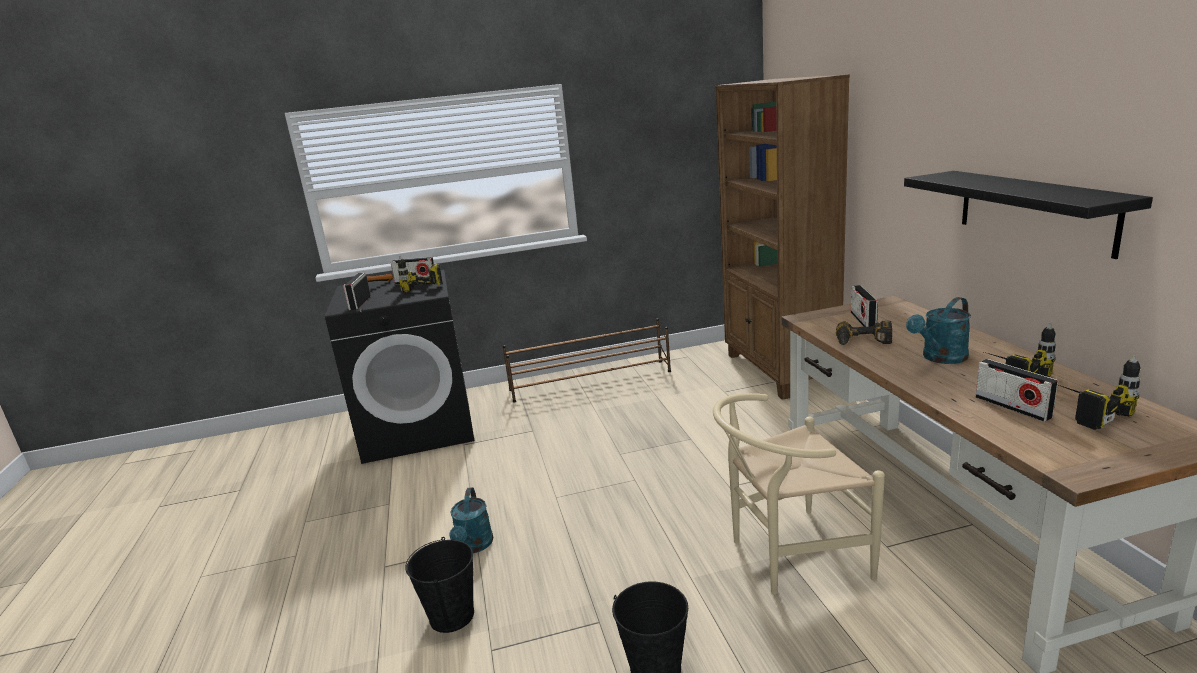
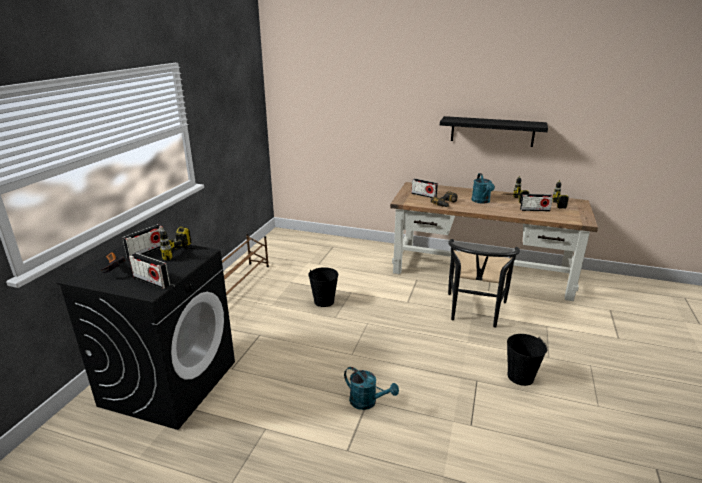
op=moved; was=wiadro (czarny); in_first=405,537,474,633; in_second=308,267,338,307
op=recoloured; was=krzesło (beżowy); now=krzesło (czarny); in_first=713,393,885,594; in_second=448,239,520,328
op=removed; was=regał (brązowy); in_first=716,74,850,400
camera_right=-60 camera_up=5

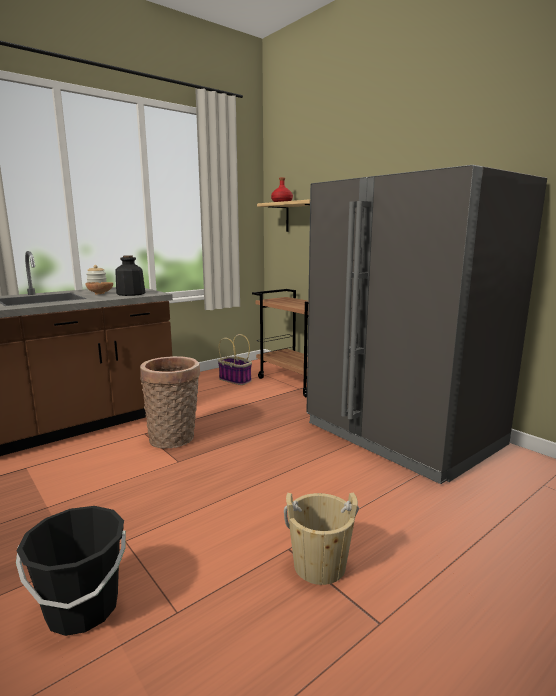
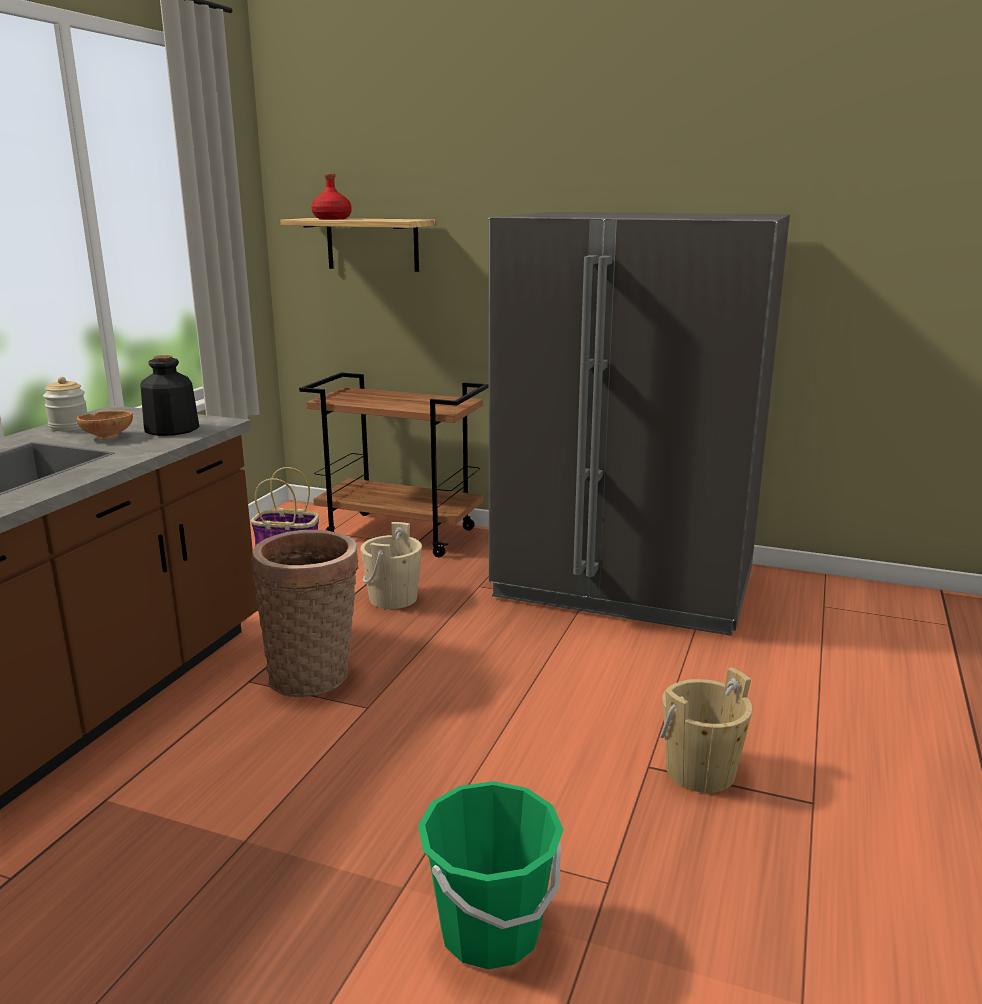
op=recoloured; was=wiadro (czarny); now=wiadro (zielony); in_first=16,506,126,636; in_second=418,781,564,969
op=added; now=wiadro (beżowy); in_second=360,522,422,609
camera_right=-30 camera_up=5

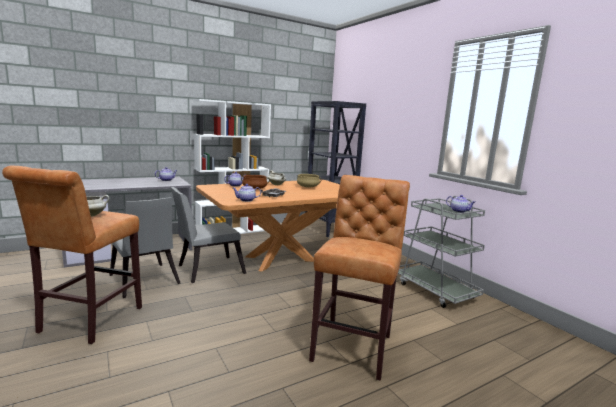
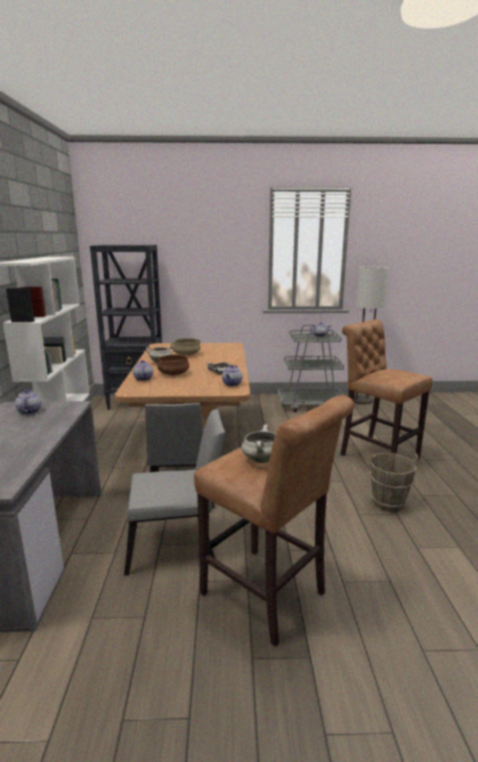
op=added; now=lampa stojąca; in_second=354,267,389,404
op=added; now=wiadro (brązowy); in_second=370,449,418,512
camera_right=-60 camera_up=5

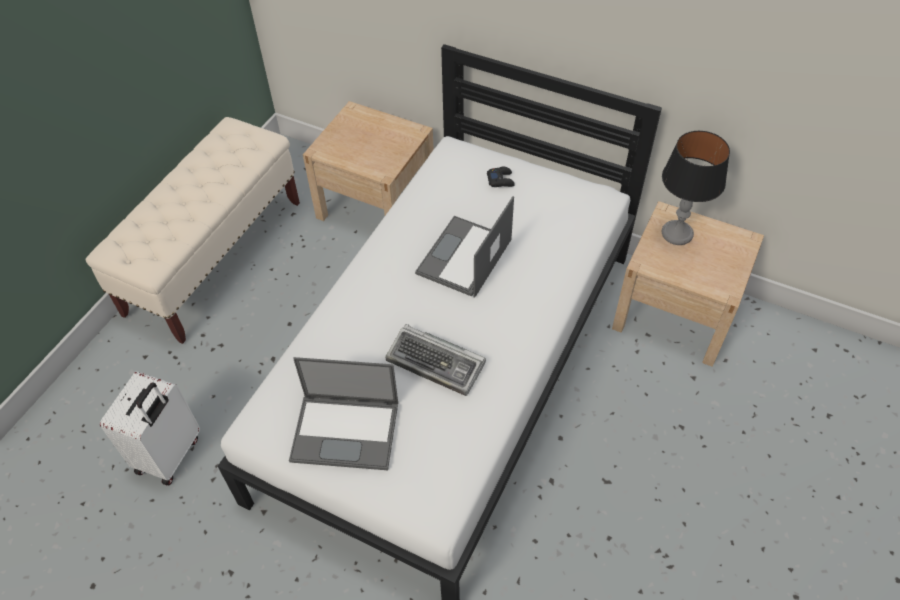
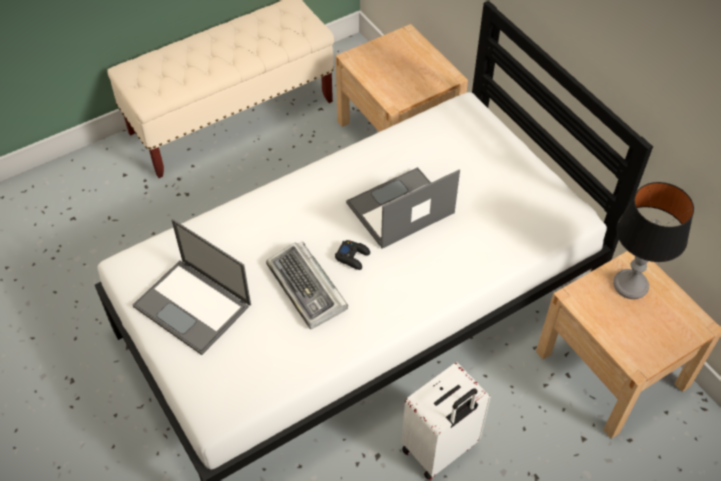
op=moved; was=walizka (biały); in_first=100,371,200,485; in_second=402,362,491,480
op=moved; was=pad do gier (czarny); in_first=487,167,515,187; in_second=335,240,370,270
camera_right=30 camera_up=0

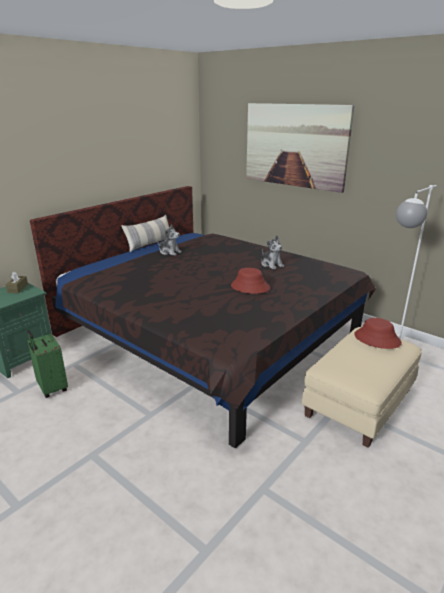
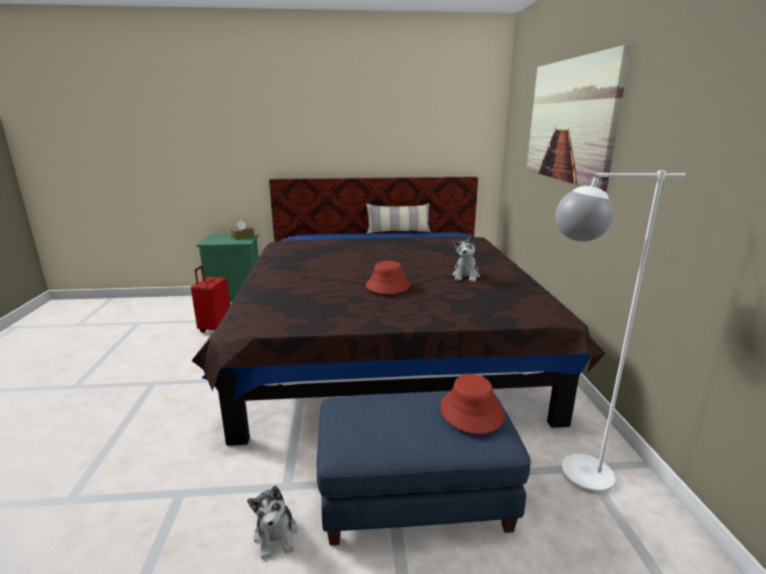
op=recoloured; was=walizka (zielony); now=walizka (czerwony); in_first=27,330,68,398; in_second=191,266,230,333
op=moved; was=pluszak; in_first=157,224,182,256; in_second=247,486,298,559
op=recoloured; was=pufa (beżowy); now=pufa (niebieski); in_first=302,327,422,448; in_second=317,391,531,546
camera_right=45 camera_up=-5

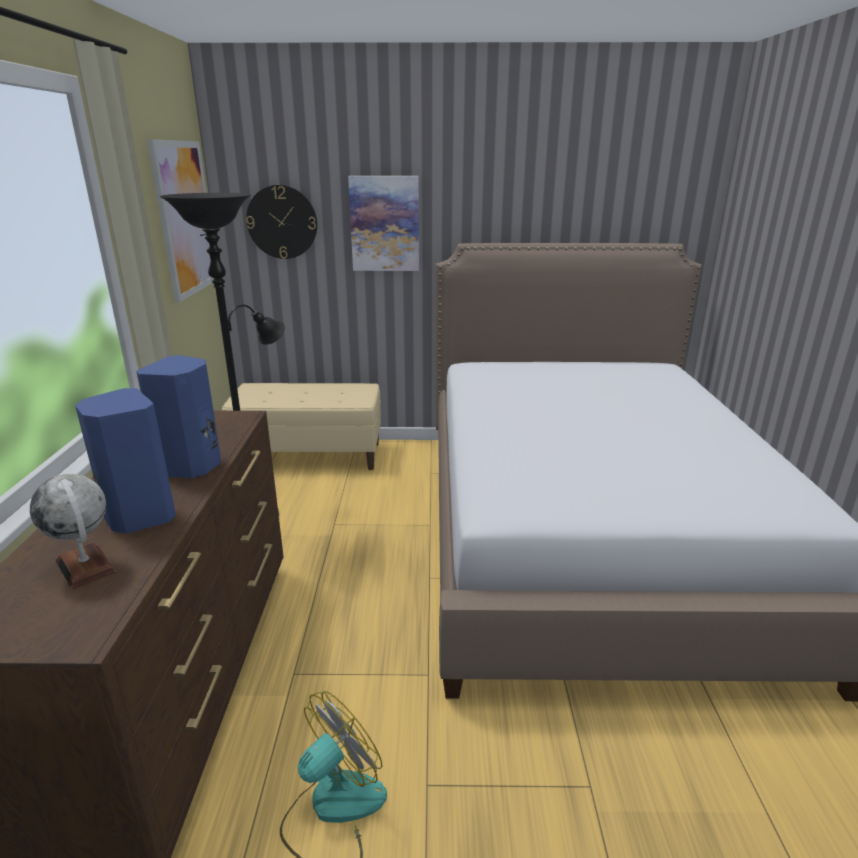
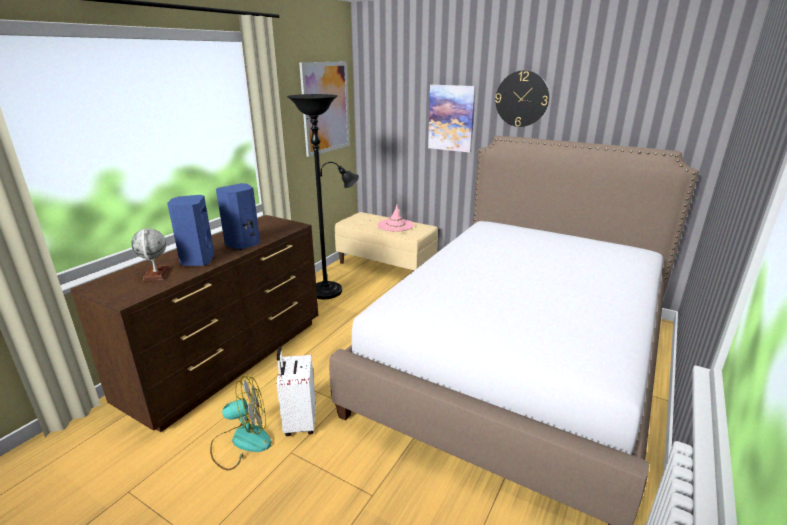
op=moved; was=zegar ścienny; in_first=246,185,317,259; in_second=495,70,549,127
op=added; now=walizka (biały); in_second=277,347,316,436
op=added; now=kapelusz (różowy); in_second=378,205,414,232
camera_right=30 camera_up=0

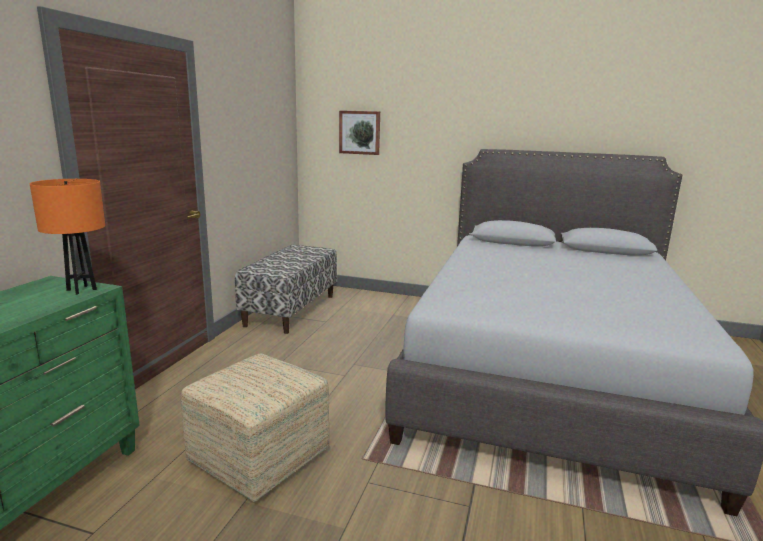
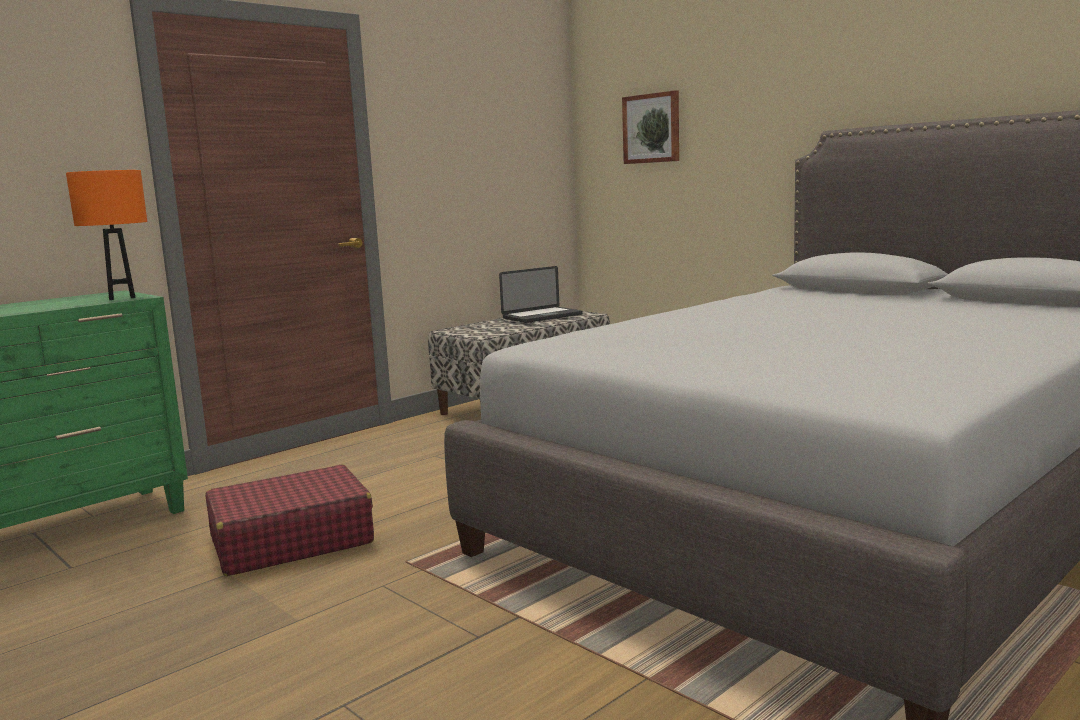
op=replaced; was=pufa; now=walizka (czerwony); in_first=181,354,329,502; in_second=205,464,374,576
op=added; now=laptop; in_second=499,266,583,323
camera_right=30 camera_up=-5

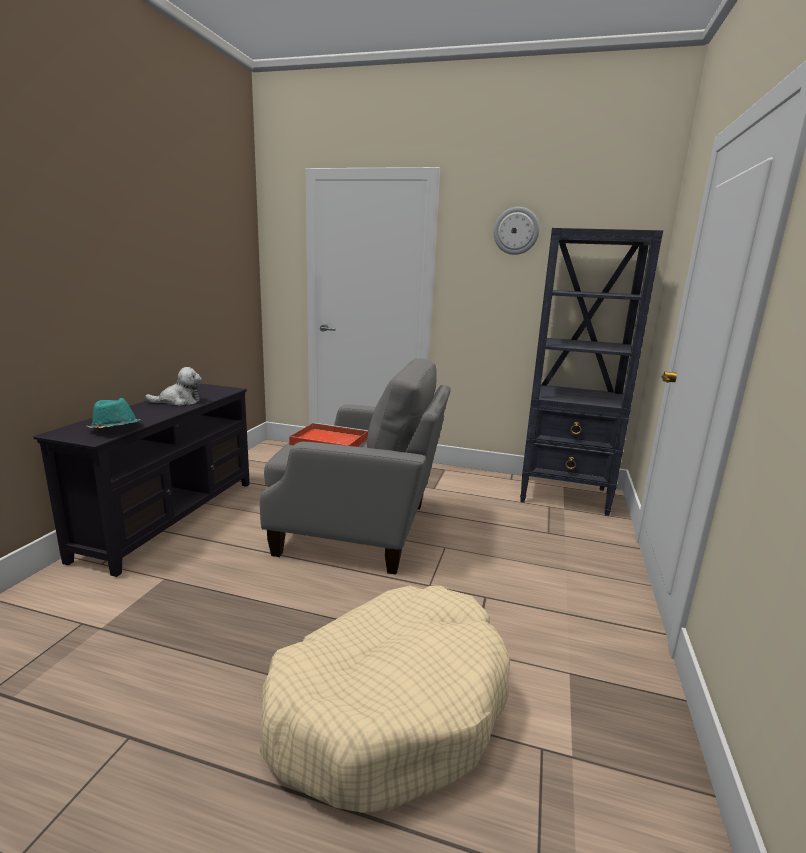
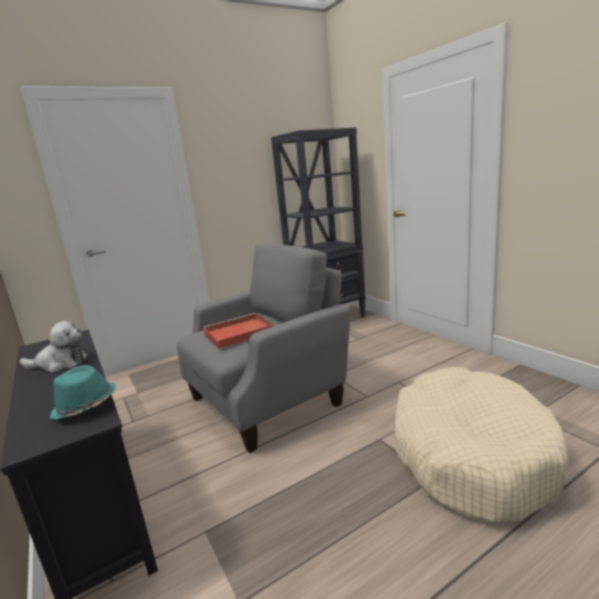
op=turned; was=pluszak; in_first=145,367,202,406; in_second=20,321,87,373; clockwise=60
op=removed; was=zegar ścienny; in_first=494,207,540,255
camera_right=-45 camera_up=0

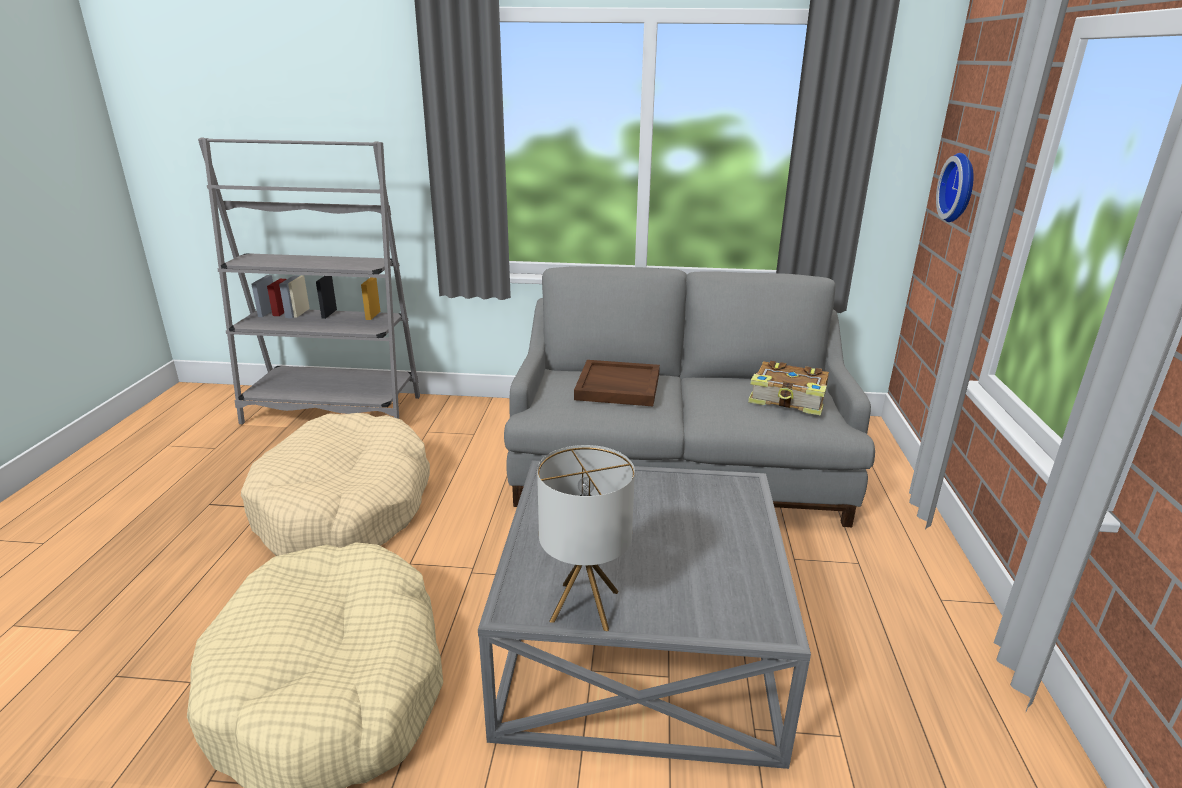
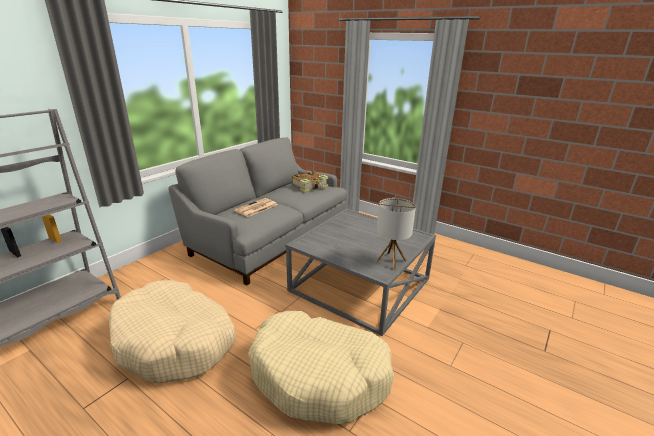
op=replaced; was=taca (brązowy); now=gazeta; in_first=574,360,660,406; in_second=234,198,277,217
op=removed; was=zegar ścienny; in_first=936,153,974,222
camera_right=-60 camera_up=0

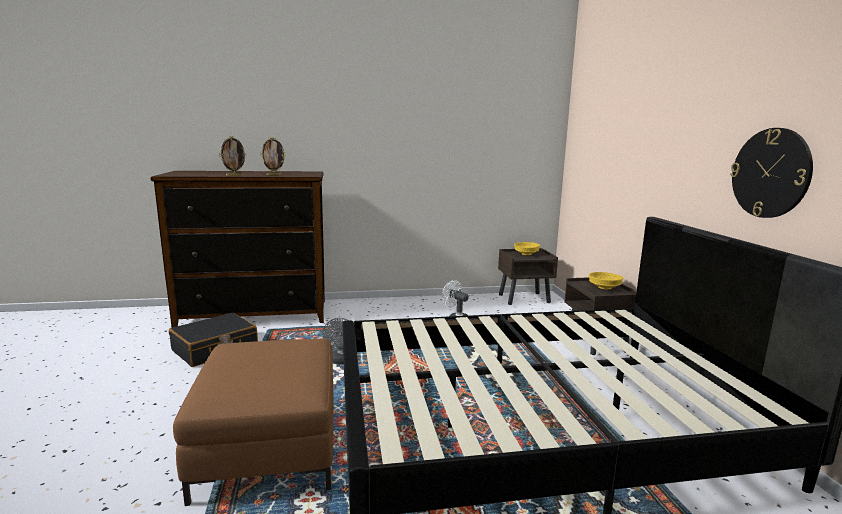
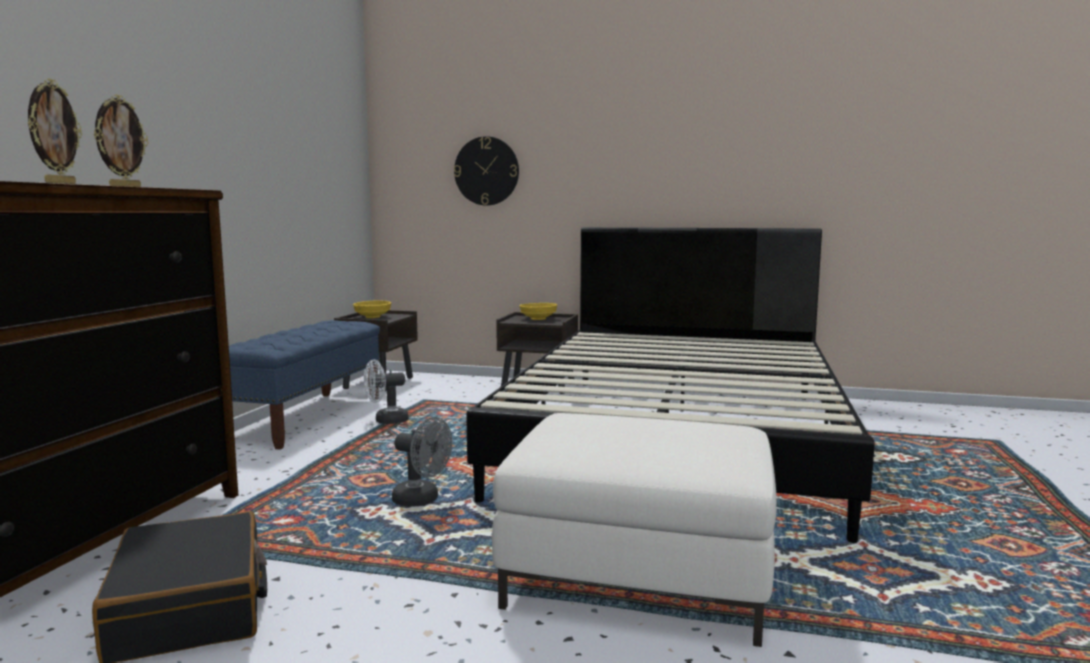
op=recoloured; was=pufa (brązowy); now=pufa (biały); in_first=173,339,334,506; in_second=492,413,777,647
op=moved; was=zegar ścienny; in_first=730,128,813,218; in_second=454,136,519,206
op=added; now=ławka (niebieski); in_second=229,320,380,450
camera_right=-65 camera_up=-5

